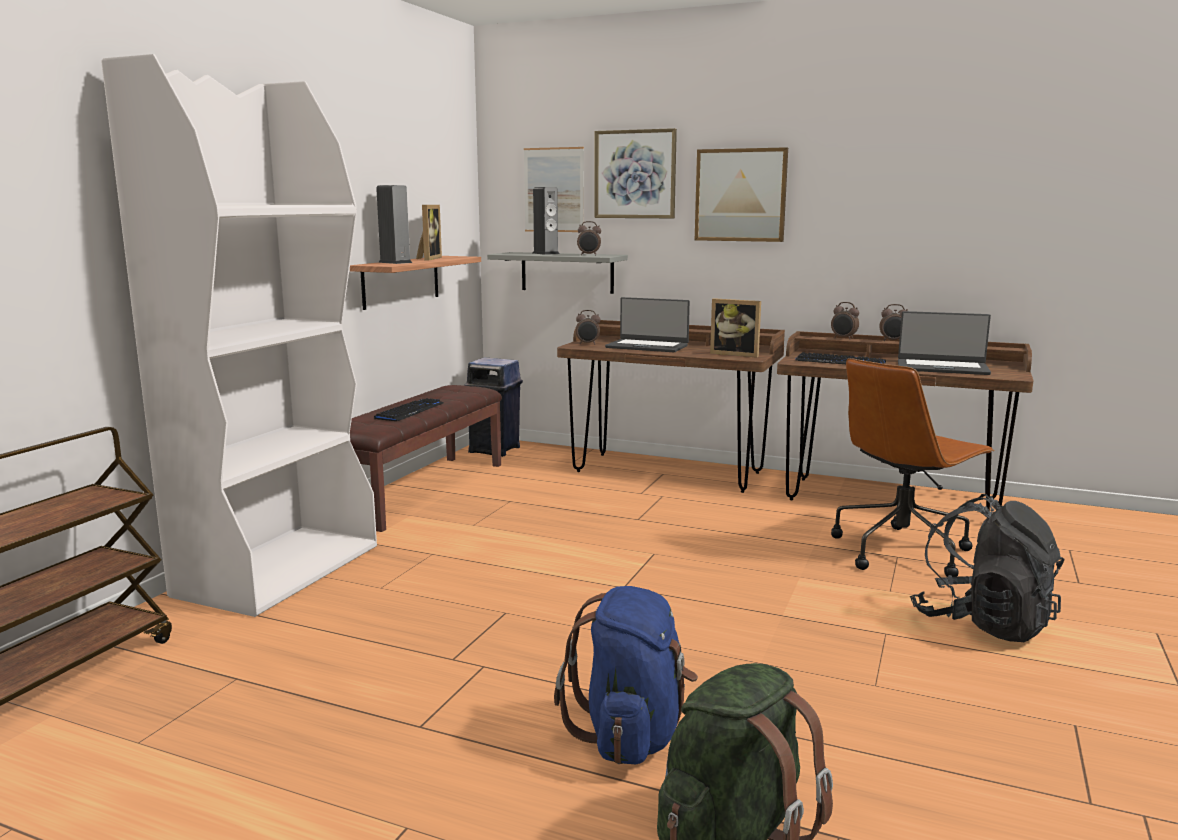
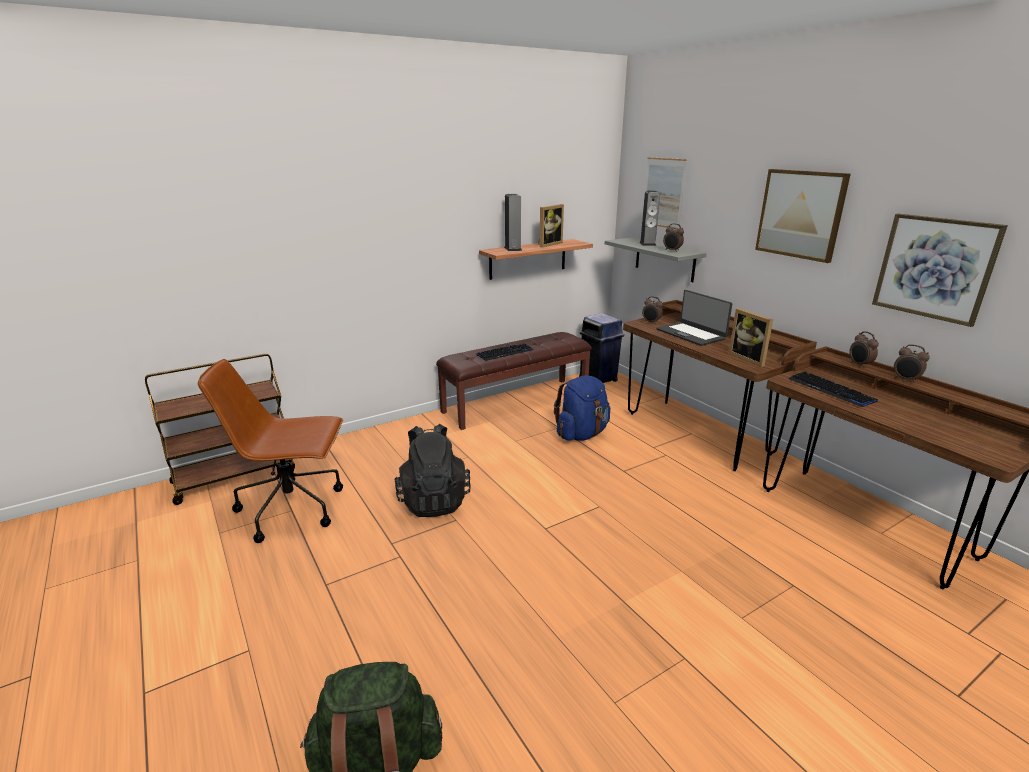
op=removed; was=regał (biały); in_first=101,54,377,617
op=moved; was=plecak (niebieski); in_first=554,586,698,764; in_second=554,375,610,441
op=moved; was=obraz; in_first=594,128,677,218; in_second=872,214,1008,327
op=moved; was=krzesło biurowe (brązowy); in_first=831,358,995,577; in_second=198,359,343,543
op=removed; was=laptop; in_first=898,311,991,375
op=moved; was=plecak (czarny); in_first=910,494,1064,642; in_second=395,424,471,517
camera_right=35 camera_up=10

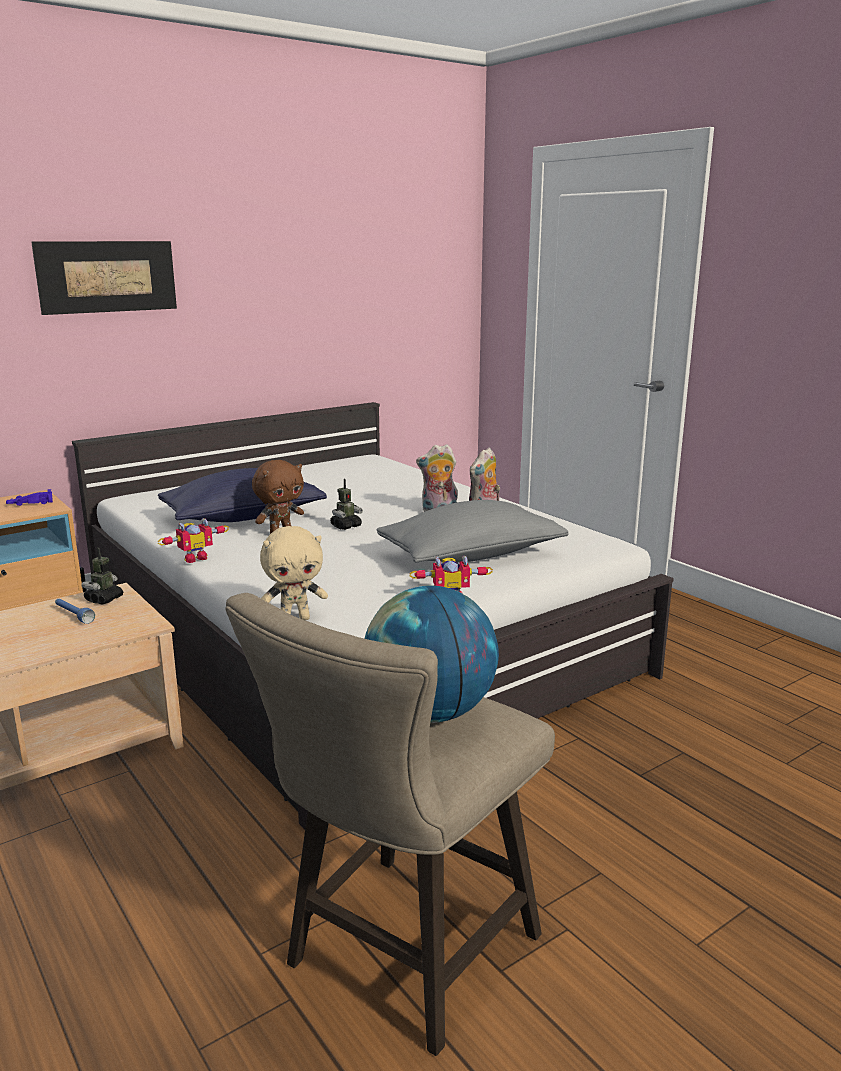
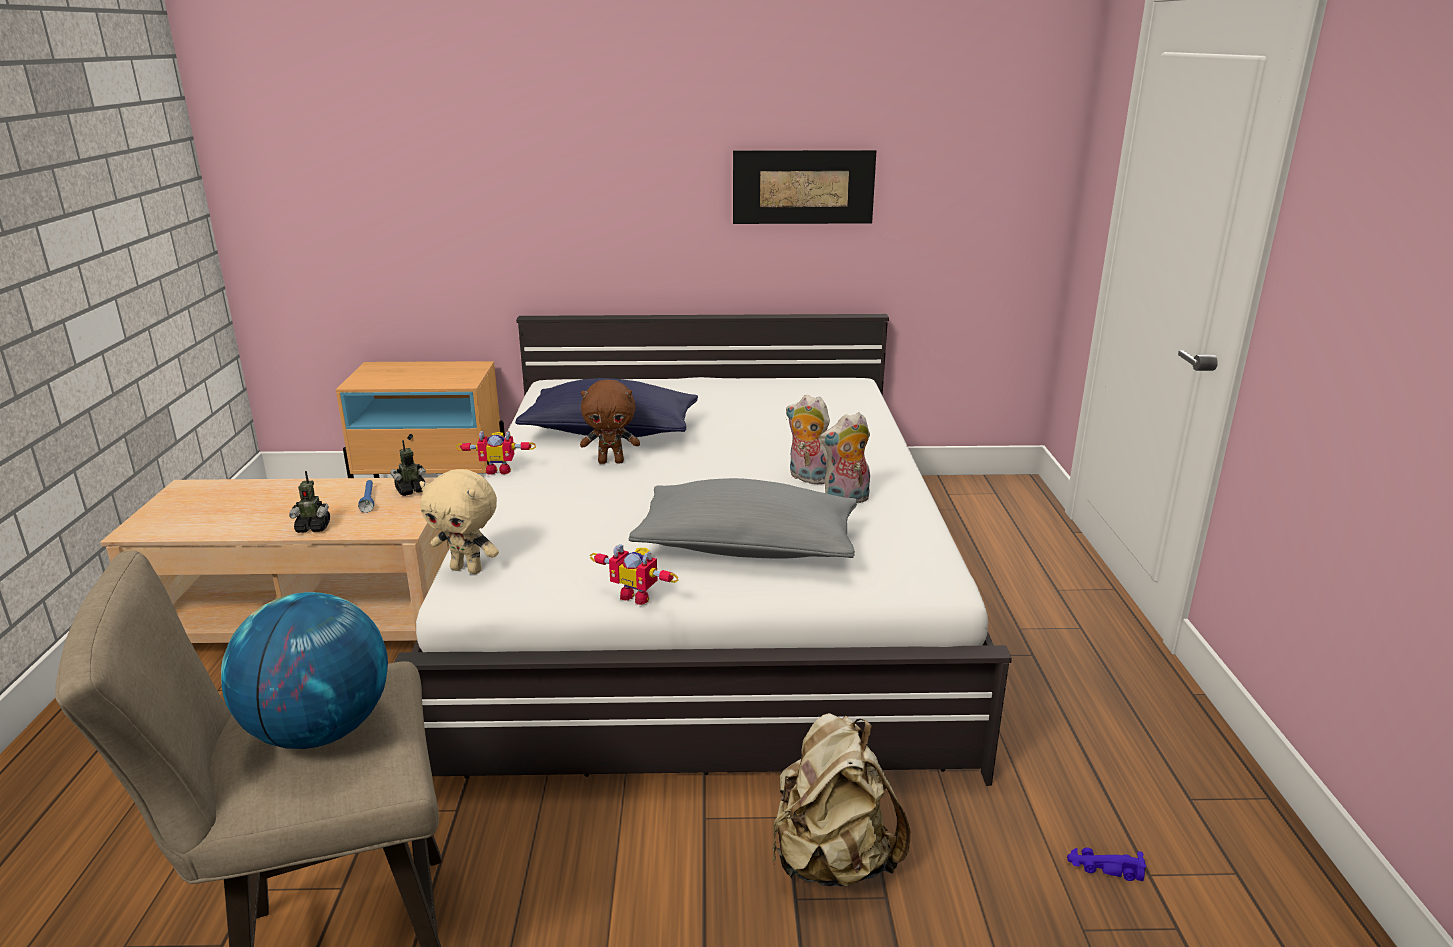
op=moved; was=samochodzik (fioletowy); in_first=6,489,53,506; in_second=1067,847,1146,881
op=moved; was=obraz; in_first=31,241,177,315; in_second=733,150,876,224
op=moved; was=robot zabawkowy; in_first=330,479,363,530; in_second=289,471,330,533
op=added; now=plecak (beżowy); in_second=772,713,910,887
camera_right=35 camera_up=5

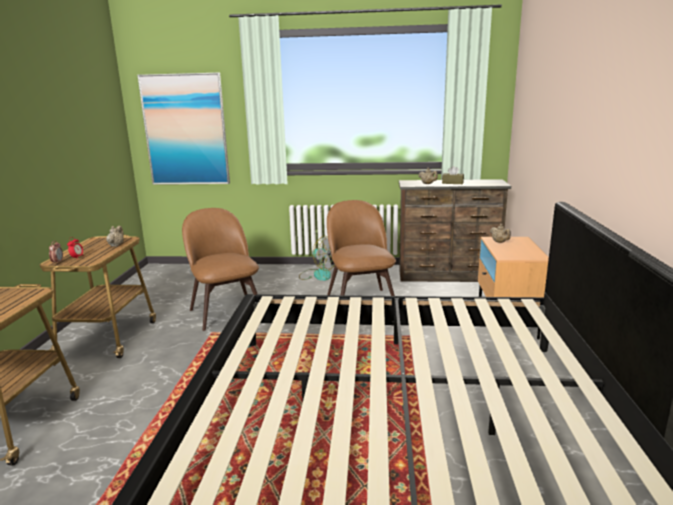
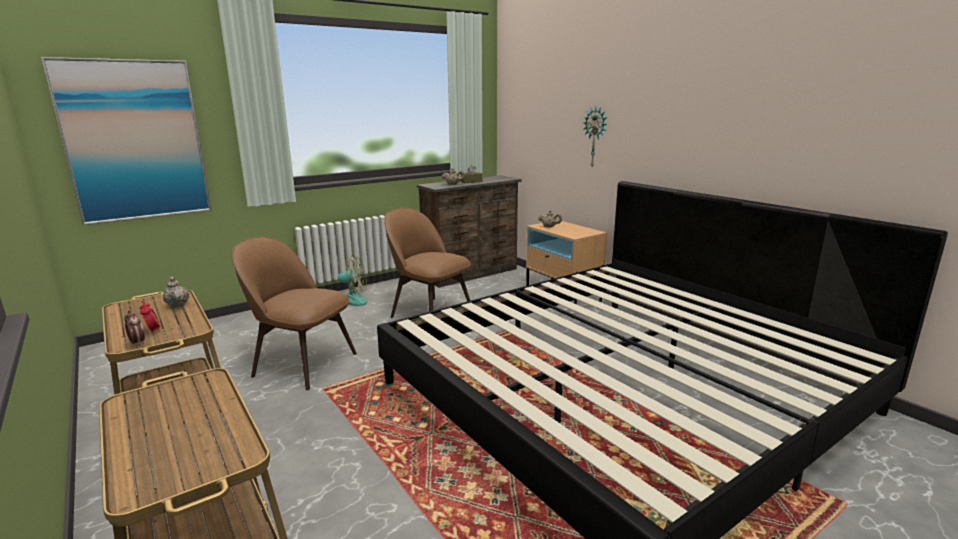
op=added; now=zegar ścienny; in_second=583,107,607,167
camera_right=-40 camera_up=0

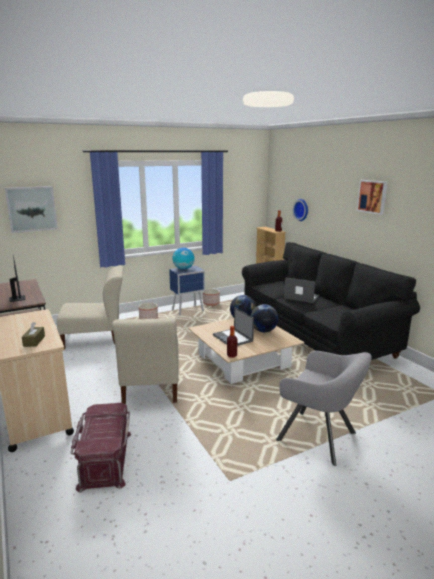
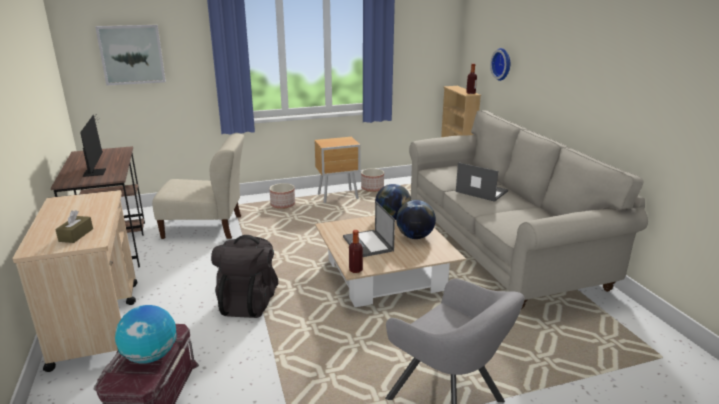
op=replaced; was=krzesło (beżowy); now=plecak (czarny); in_first=112,318,178,404; in_second=211,235,278,318
op=recoloured; was=szafka nocna (niebieski); now=szafka nocna (brązowy); in_first=169,266,205,316; in_second=314,137,360,203
op=moved; was=globus; in_first=172,248,195,270; in_second=115,305,177,363
op=recoloured; was=kanapa (czarny); now=kanapa (beżowy); in_first=242,242,420,360; in_second=409,110,648,308
op=removed; was=obraz; in_first=357,180,388,215
camera_right=10 camera_up=5

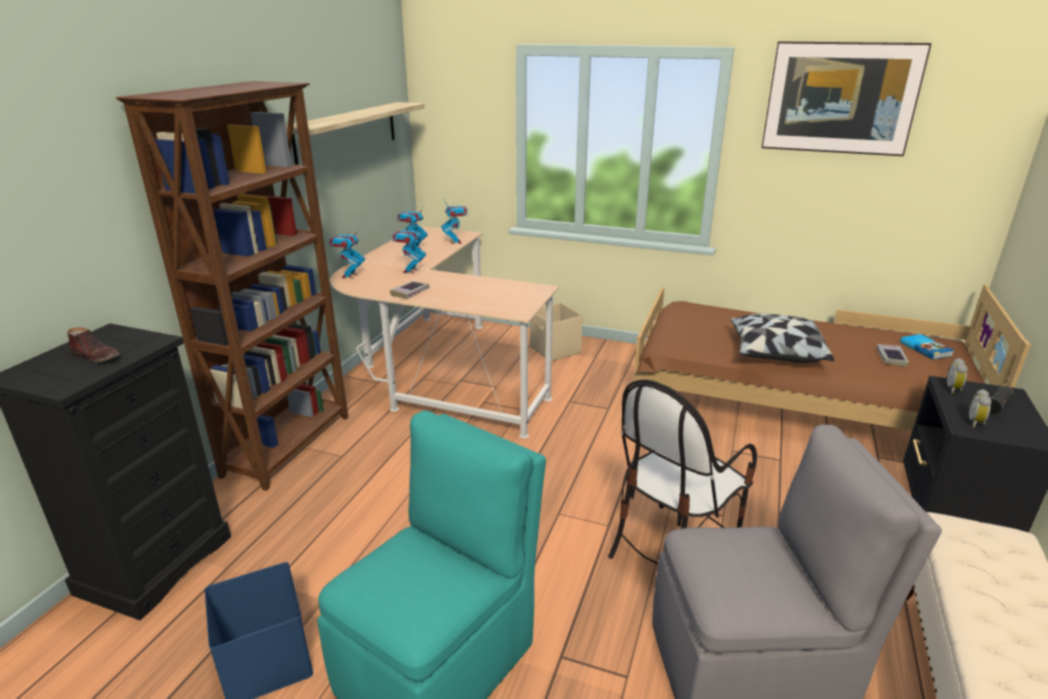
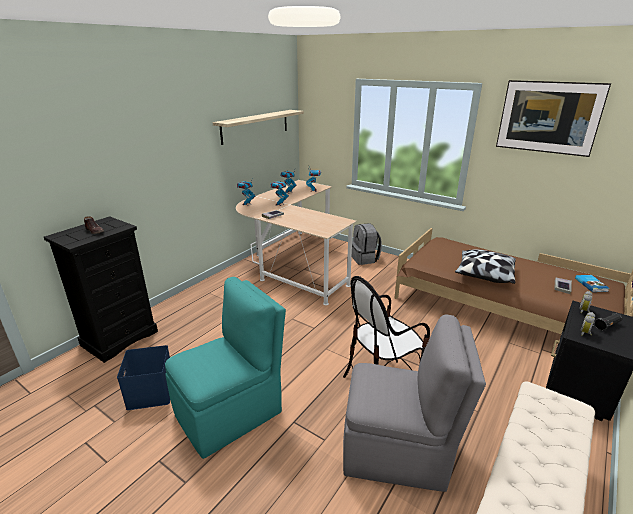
op=removed; was=regał (brązowy); in_first=116,81,348,491
op=replaced; was=pojemnik do przechowywania (beżowy); now=plecak (szary); in_first=530,303,583,361; in_second=352,223,382,265
camera_right=15 camera_up=0

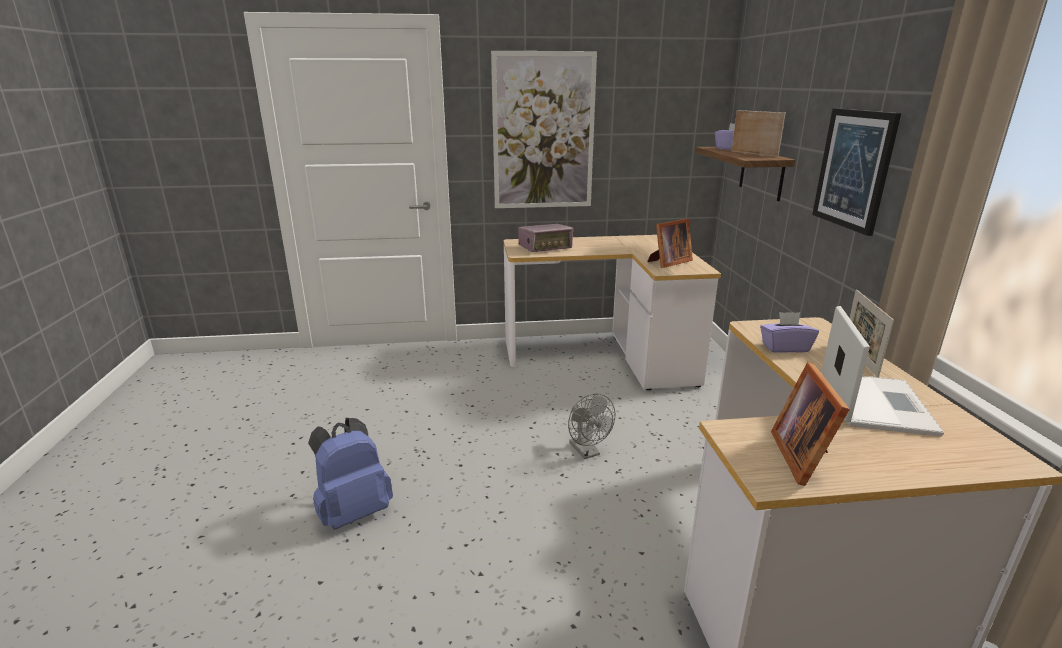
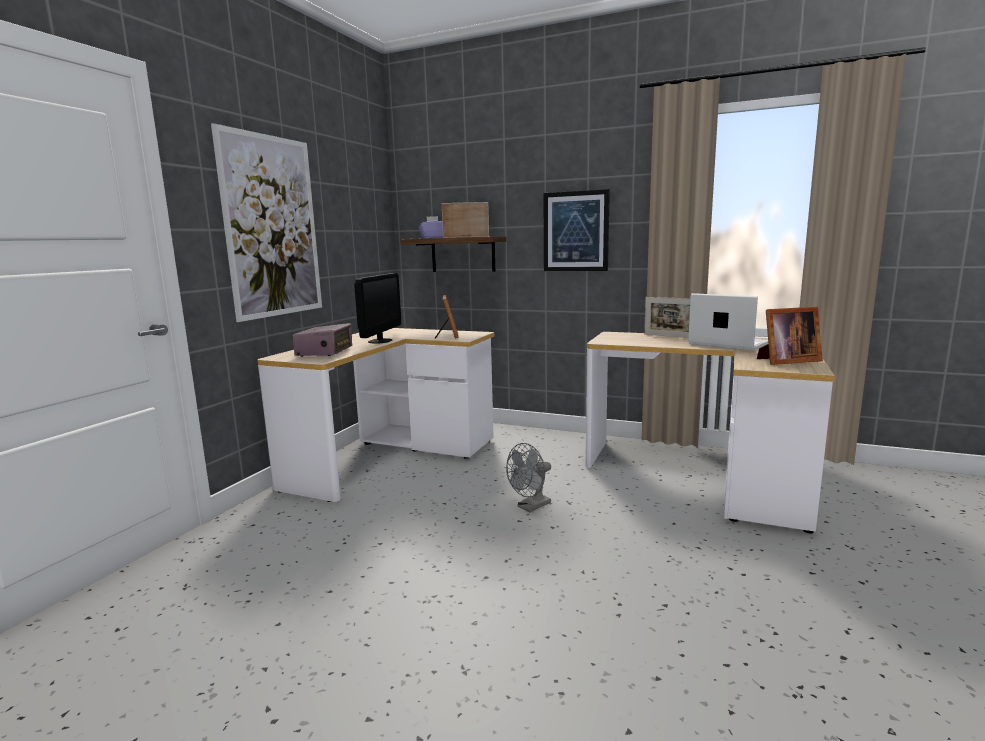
op=removed; was=plecak (niebieski); in_first=308,418,393,530
op=turned; was=wentylator (szary); in_first=568,393,615,459; in_second=506,443,551,512; clockwise=135
op=removed; was=pudełko chusteczek (fioletowy); in_first=760,312,819,353
op=turned; was=ramka na zdjęcie; in_first=771,362,850,486; in_second=757,307,823,365; clockwise=-45
op=added; now=monitor; in_second=354,273,401,344
camera_right=-60 camera_up=-10

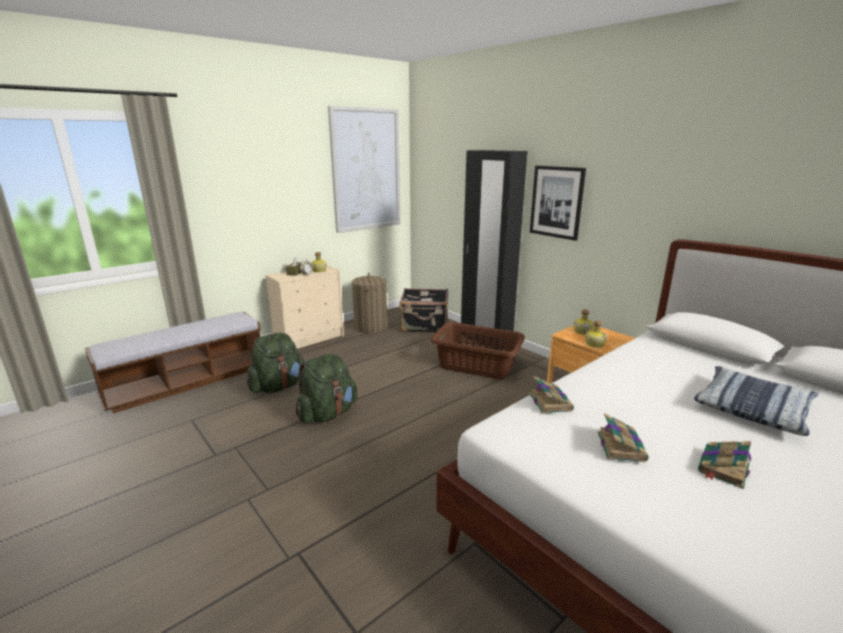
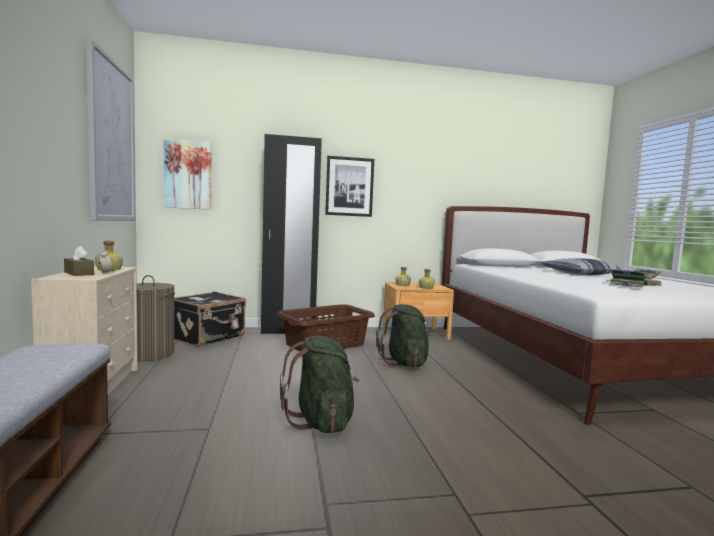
op=moved; was=plecak (zielony); in_first=247,333,305,393; in_second=376,304,431,367
op=removed; was=książka; in_first=529,376,574,414
op=added; now=obraz; in_second=164,138,212,210
camera_right=-60 camera_up=-15

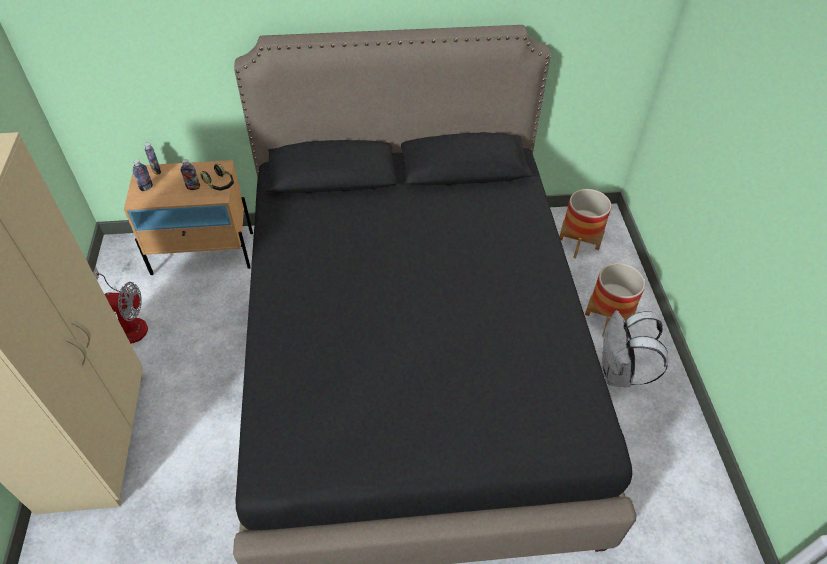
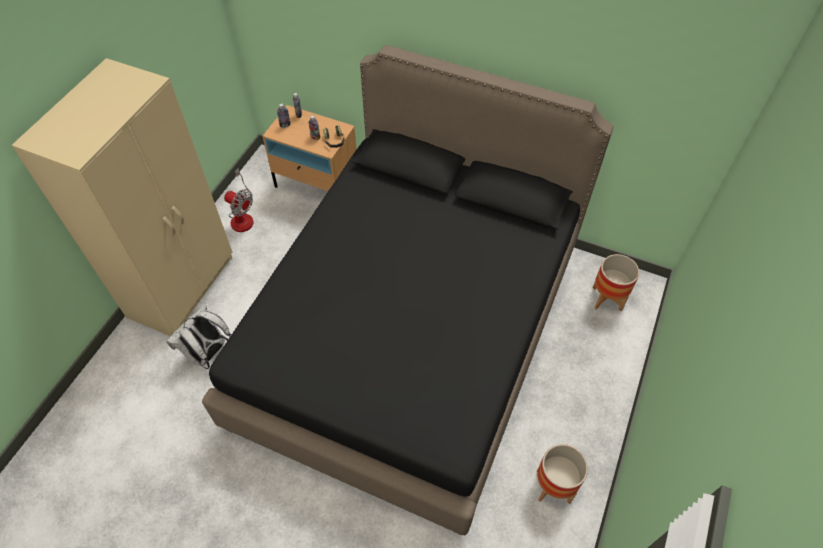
op=moved; was=donica; in_first=585,263,645,337; in_second=537,444,588,504
op=moved; was=plecak (biały); in_first=602,310,668,387; in_second=166,303,231,369
camera_right=30 camera_up=5

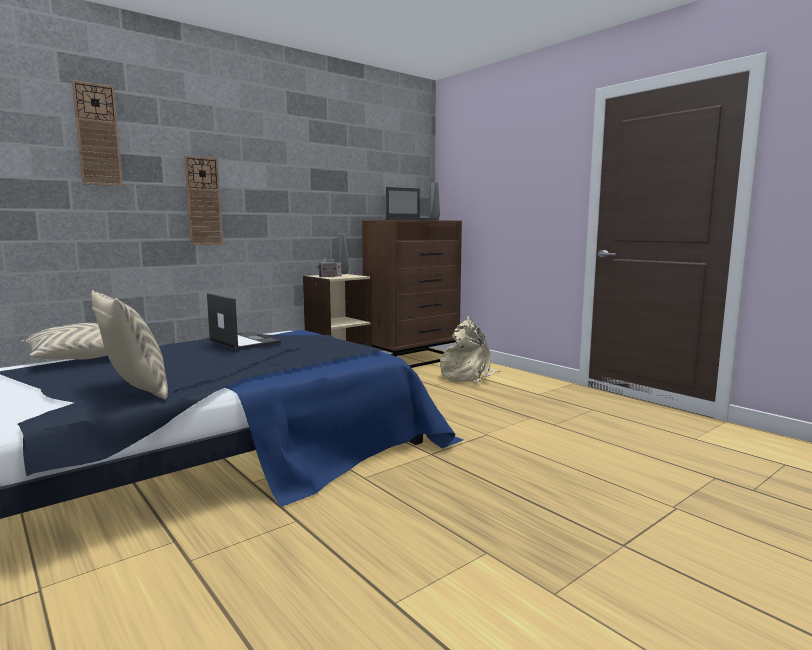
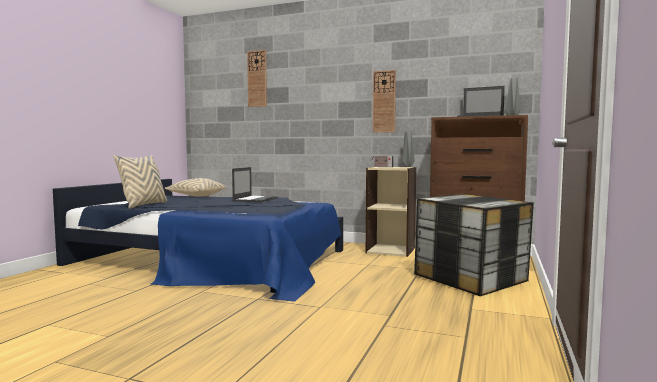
op=moved; was=zegar ścienny; in_first=184,156,223,245; in_second=373,70,396,132
op=replaced; was=plecak (beżowy); now=pojemnik do przechowywania; in_first=440,316,501,384; in_second=414,194,534,296
camera_right=60 camera_up=-5

